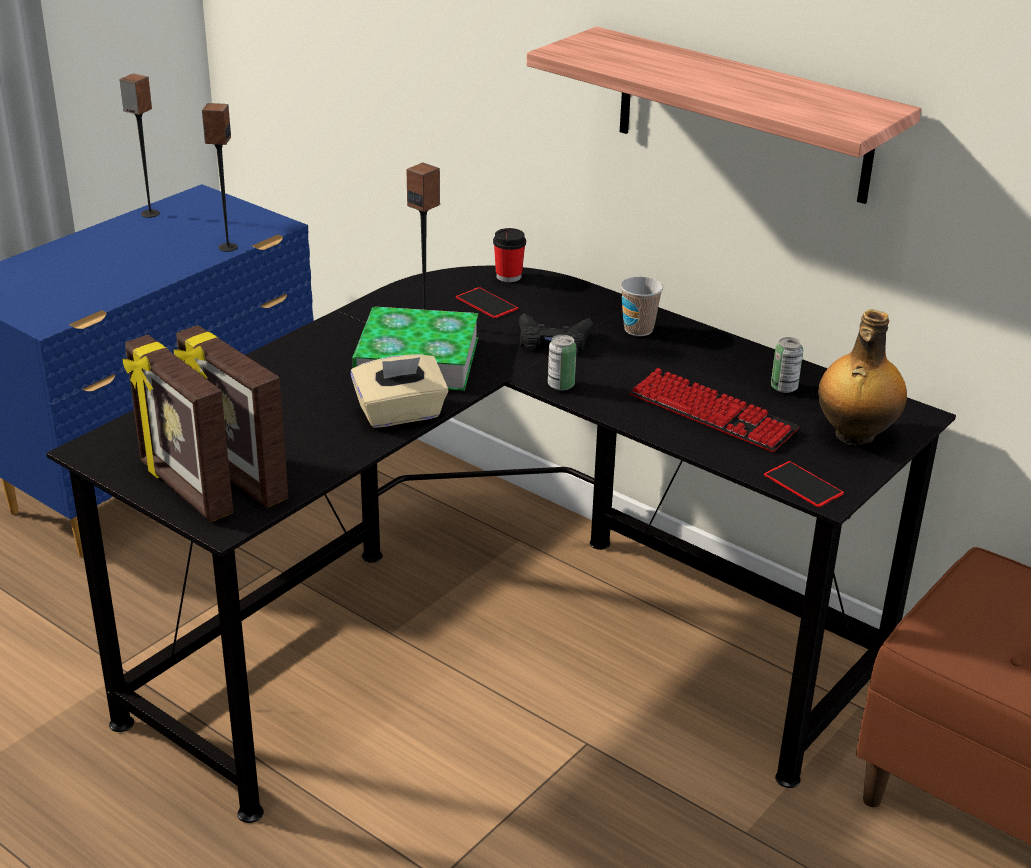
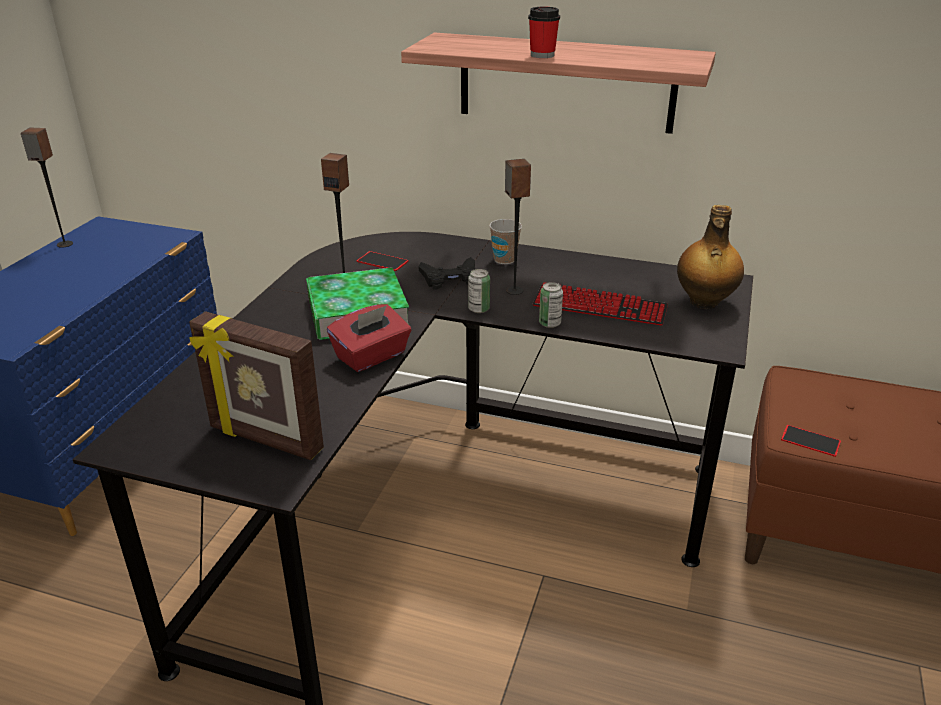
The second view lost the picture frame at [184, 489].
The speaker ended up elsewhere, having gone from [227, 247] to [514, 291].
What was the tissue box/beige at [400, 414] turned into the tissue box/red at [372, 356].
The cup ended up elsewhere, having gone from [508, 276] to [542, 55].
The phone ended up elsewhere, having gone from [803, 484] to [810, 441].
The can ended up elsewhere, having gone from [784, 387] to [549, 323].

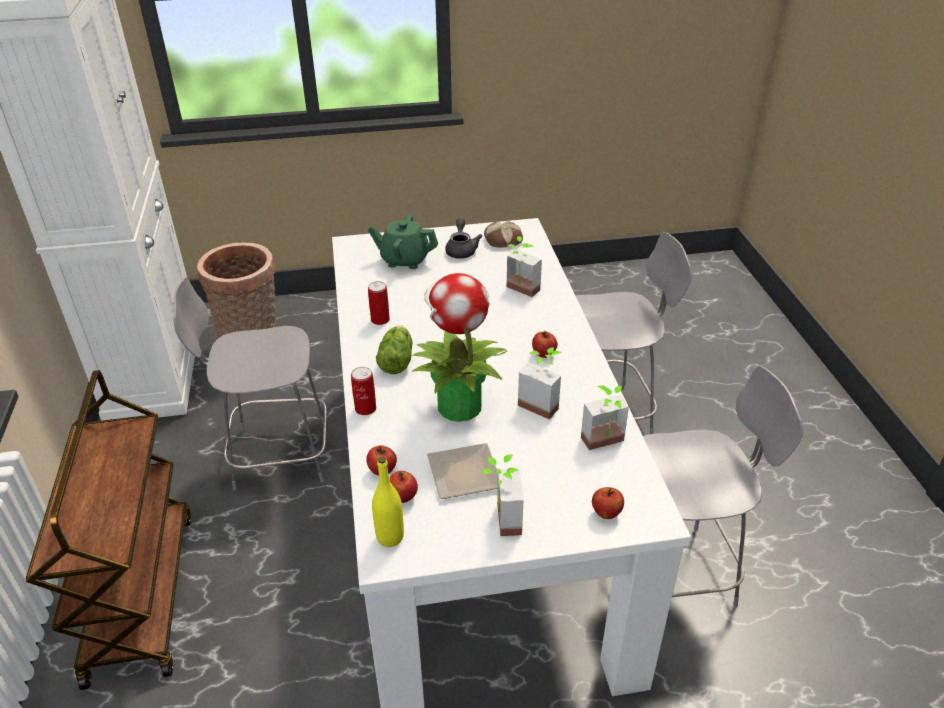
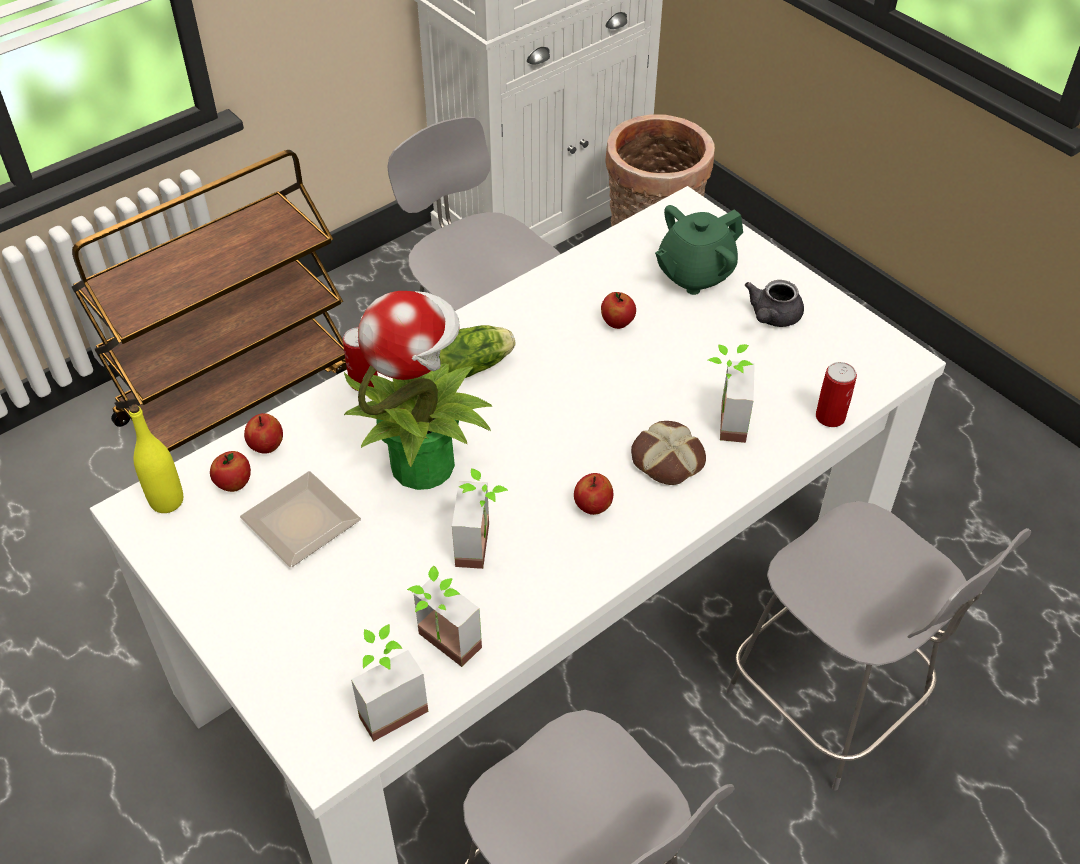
The teapot/green at [404, 260] ended up facing another way, 105 degrees counterclockwise from before.
The can ended up elsewhere, having gone from [380, 320] to [830, 417].
The teapot/grey at [461, 250] ended up facing another way, 150 degrees clockwise from before.
The potted plant ended up elsewhere, having gone from [500, 519] to [387, 704].
The bread ended up elsewhere, having gone from [503, 240] to [666, 460].
The apple ended up elsewhere, having gone from [606, 513] to [617, 323].

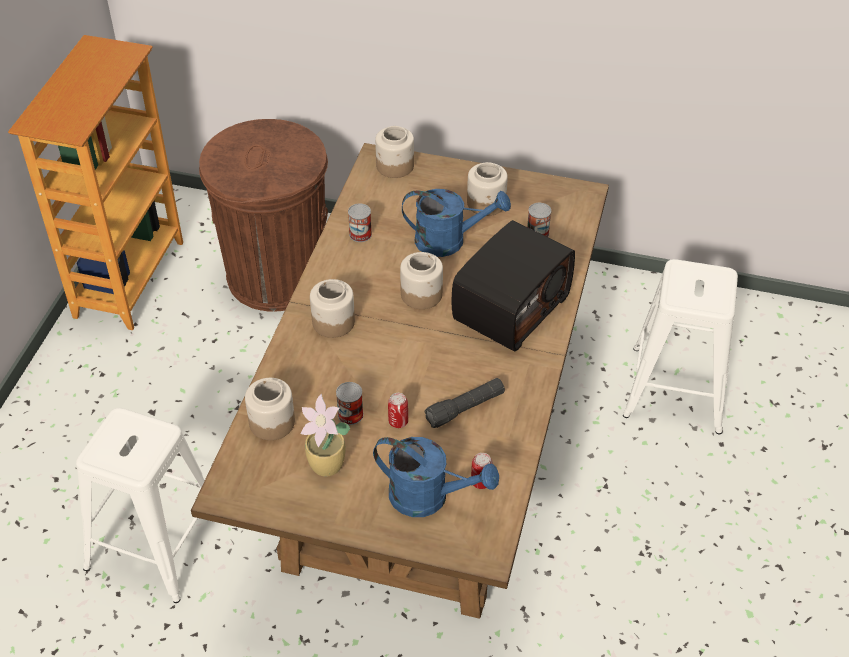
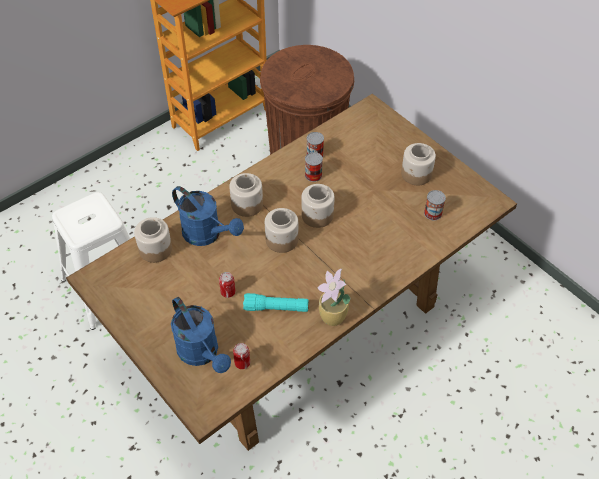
The potted plant ended up elsewhere, having gone from [327, 466] to [332, 318].
The can ended up elsewhere, having gone from [350, 414] to [313, 175].
The jar ended up elsewhere, having gone from [395, 166] to [281, 240].
The watering can/blue ended up elsewhere, having gone from [449, 241] to [207, 235].
What was the flashlight/black at [465, 409] turned into the flashlight/turquoise at [276, 308].
The second view lost the radio at [510, 307].
The second view lost the stool/white at [677, 390].

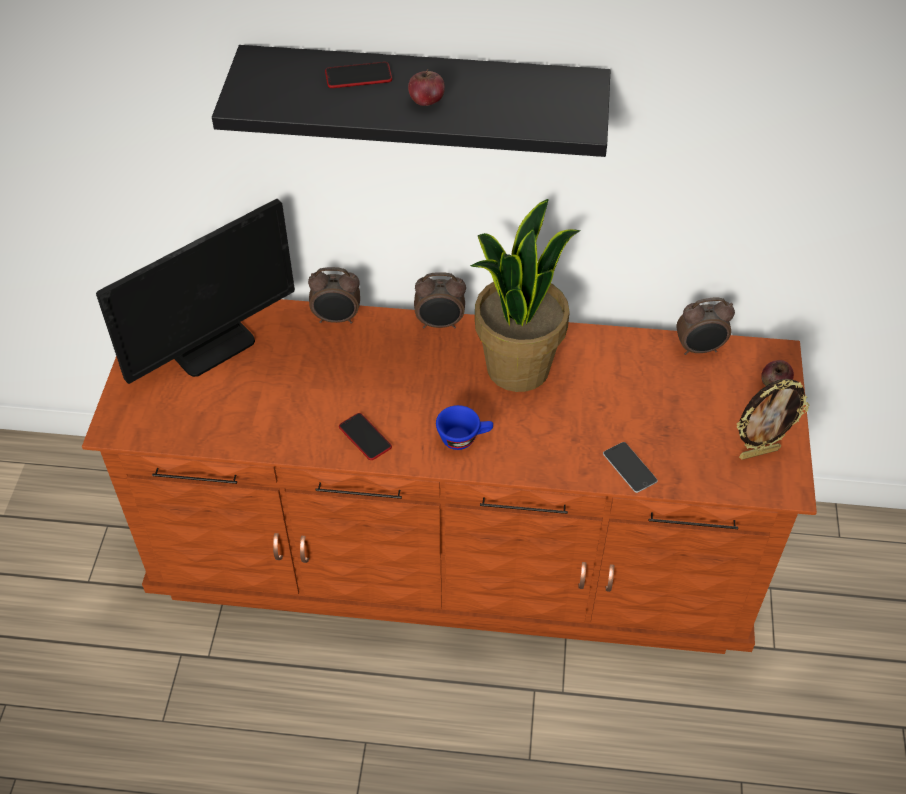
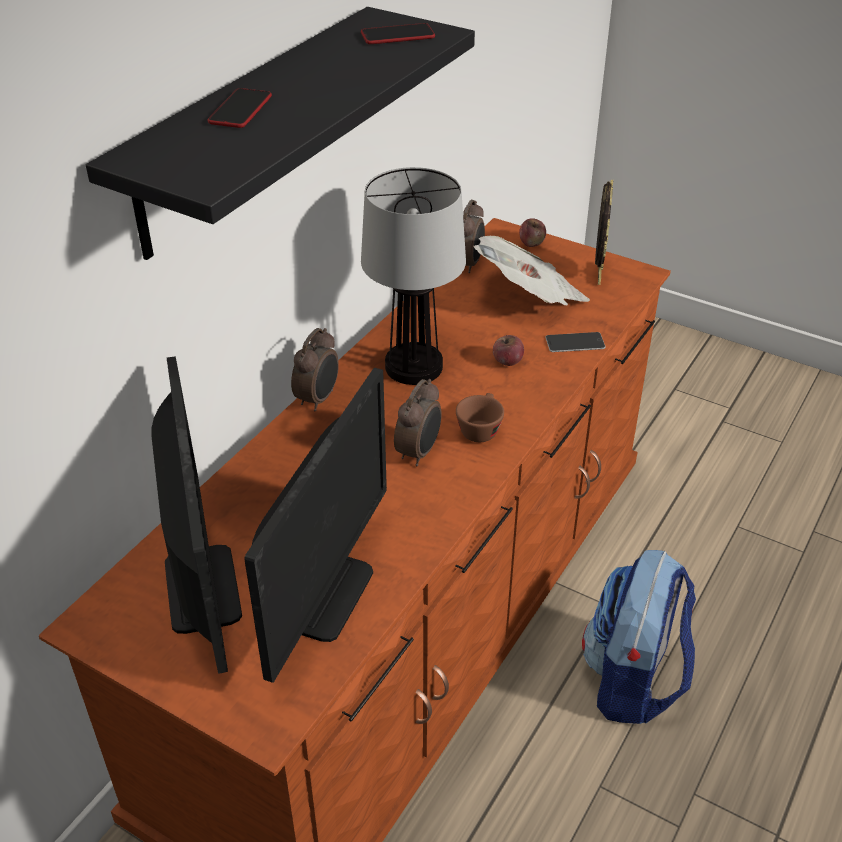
The alarm clock ended up elsewhere, having gone from [337, 319] to [419, 452].
The phone ended up elsewhere, having gone from [365, 437] to [397, 36].
The apple ended up elsewhere, having gone from [426, 101] to [507, 361].
What was the cup/blue at [464, 438] turned into the cup/brown at [480, 428].
Where the potted plant stood at [517, 367], the table lamp came to stand at [414, 367].
The second view gained the monitor at [324, 595].
The second view gained the newspaper at [530, 298].
The second view gained the backpack at [633, 681].

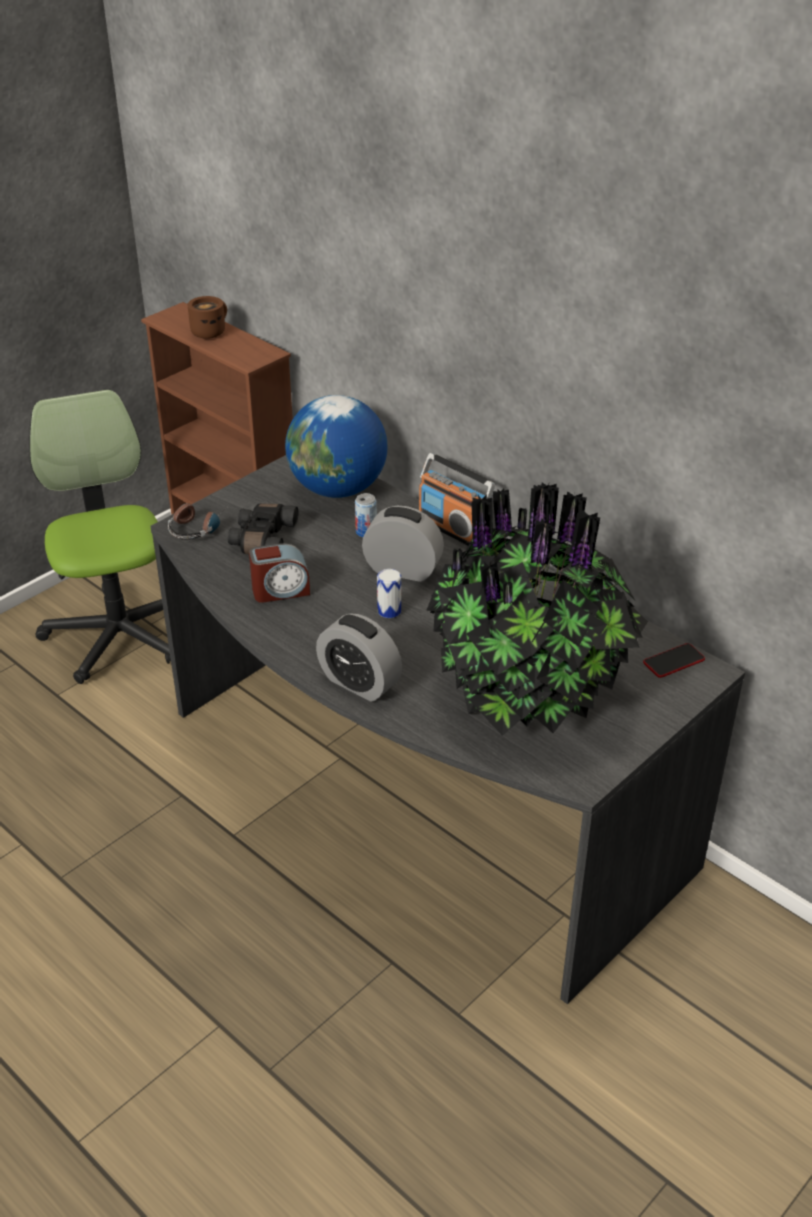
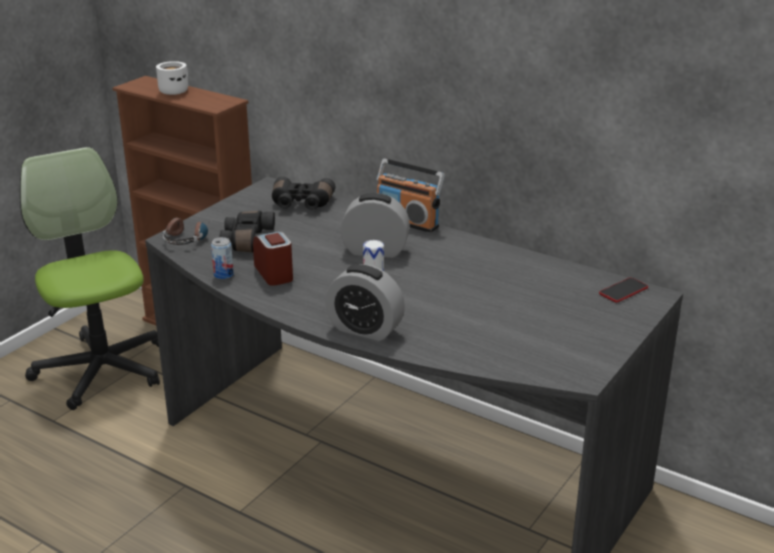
What was the mug/brown at [209, 331] turned into the mug/white at [174, 91].
The alarm clock at [280, 590] ended up facing another way, 90 degrees counterclockwise from before.
Where the globe stood at [337, 489], the binoculars/black came to stand at [301, 204].
The can ended up elsewhere, having gone from [366, 532] to [223, 274].
The second view lost the potted plant at [529, 690].

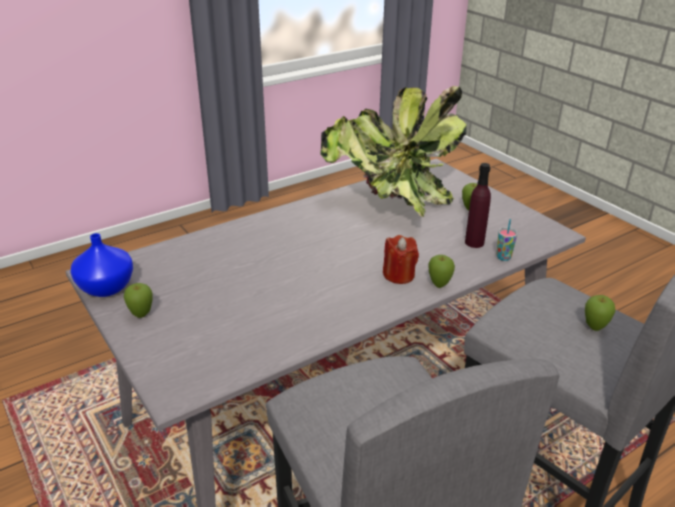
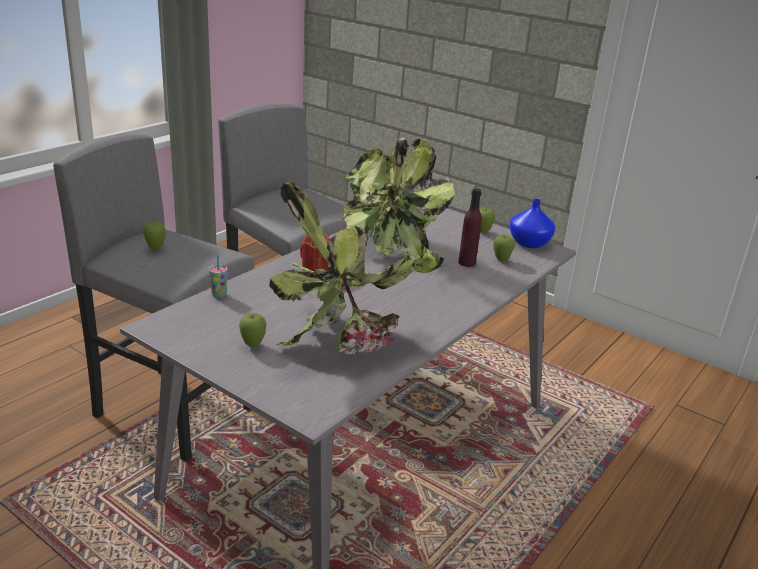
The apple ended up elsewhere, having gone from [439, 285] to [501, 260].
The bottle/purple ended up elsewhere, having gone from [474, 242] to [467, 263].
The second view gained the potted plant at [384, 244].

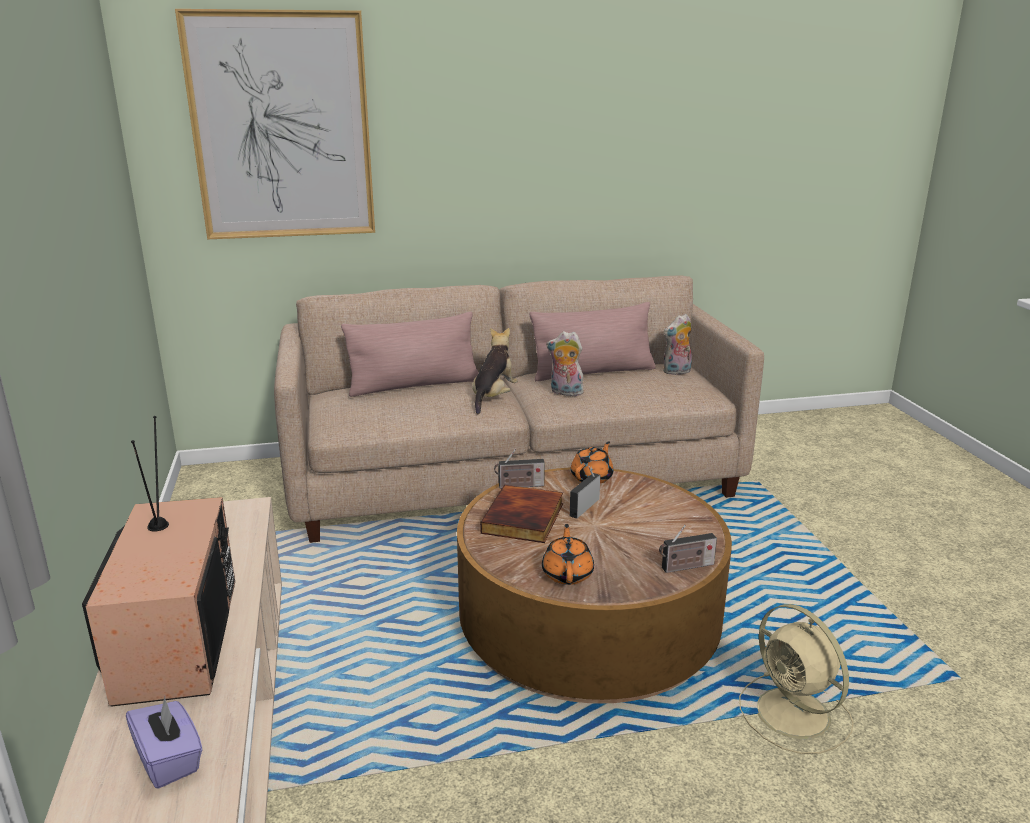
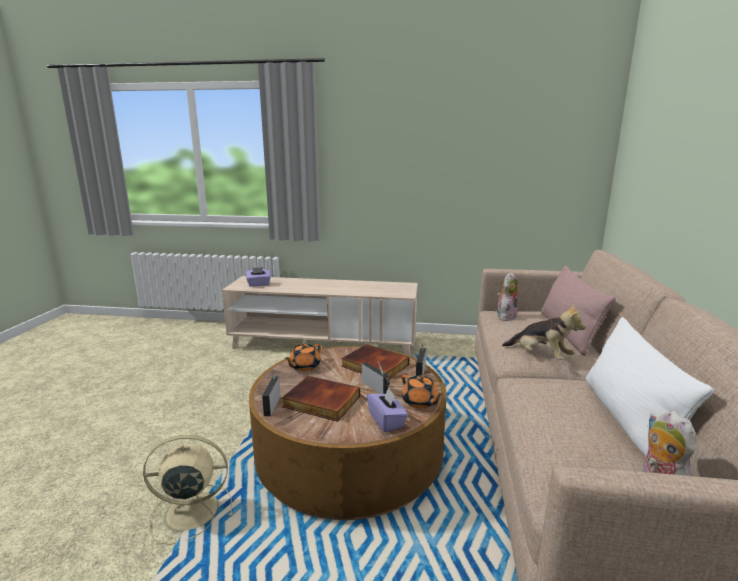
The second view lost the television at [175, 637].
The second view lost the picture at [282, 127].
What was the pillow/pink at [593, 372] turned into the pillow/white at [627, 419].
The teapot/orange at [567, 573] ended up facing another way, 105 degrees clockwise from before.
The plush toy ended up elsewhere, having gone from [565, 393] to [505, 316].
The second view gained the book at [320, 402].
The second view gained the tissue box/purple at [386, 421].

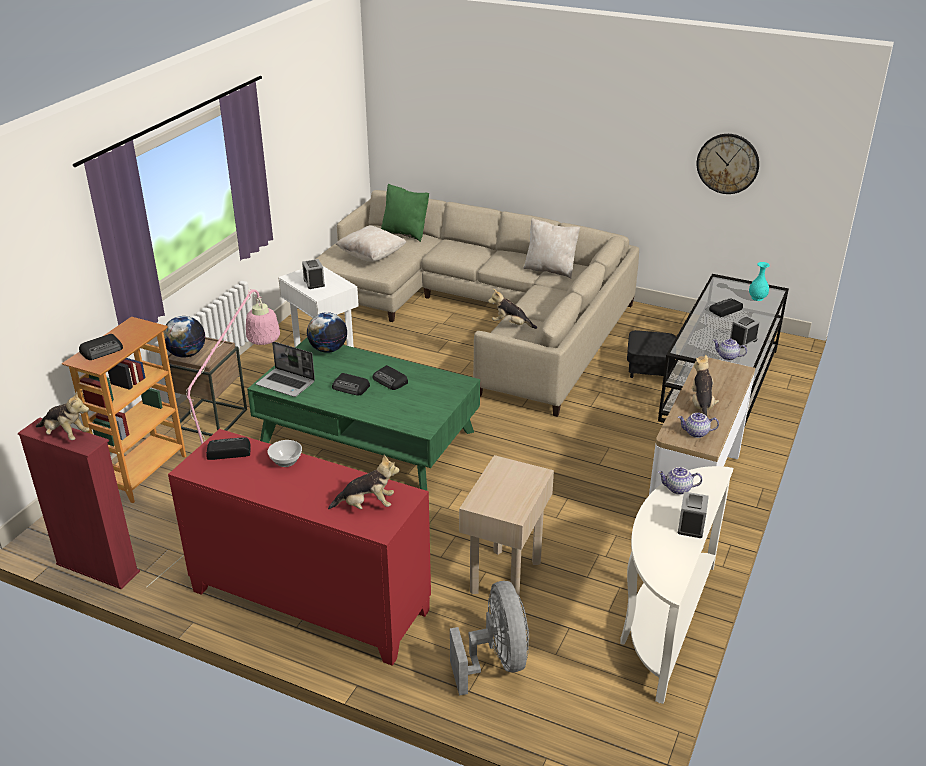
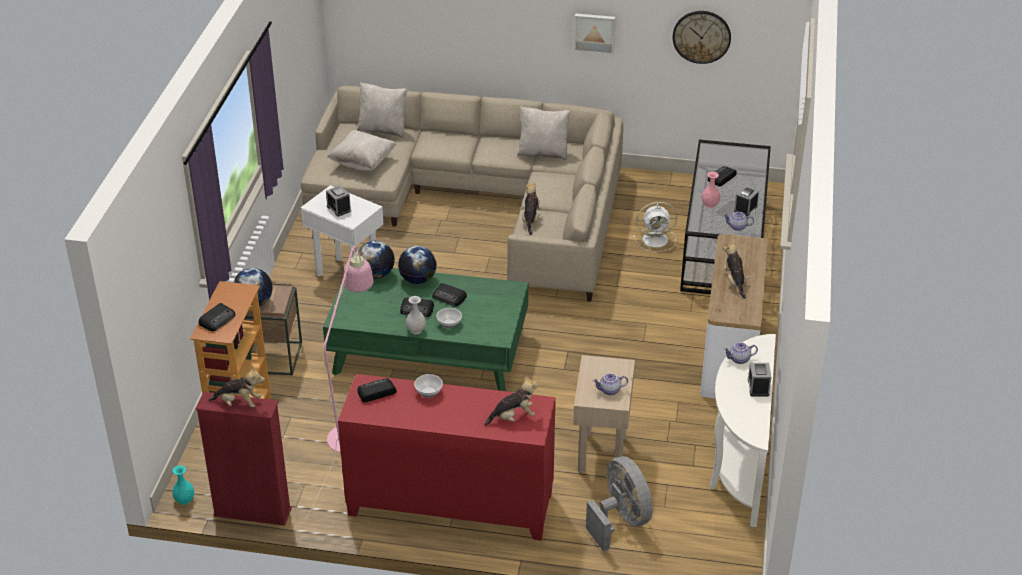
The second view lost the laptop at [286, 383].
What was the pillow/green at [405, 233] turned into the pillow/beige at [383, 129].
The plush toy at [511, 324] ended up facing another way, 90 degrees clockwise from before.
Where the ottoman/black stood at [649, 369], the fan/white came to stand at [656, 240].
The teapot ended up elsewhere, having gone from [696, 433] to [609, 391].
The vase/turquoise ended up elsewhere, having gone from [757, 298] to [184, 500].
The second view gained the globe at [418, 279].
The second view gained the vase/white at [416, 330].
The second view gained the bowl at [449, 324].
The second view gained the picture at [594, 32].
The second view gained the vase/pink at [710, 204].

